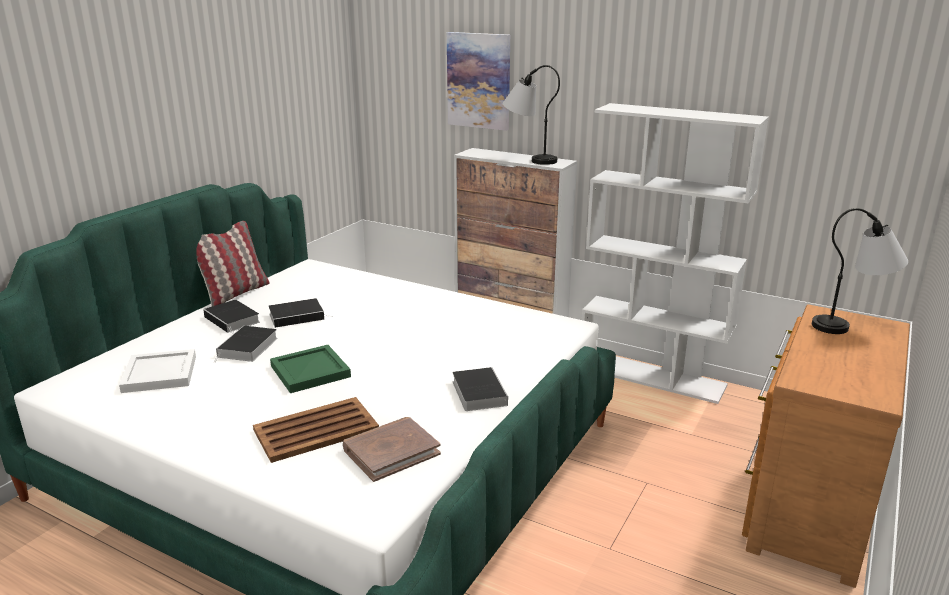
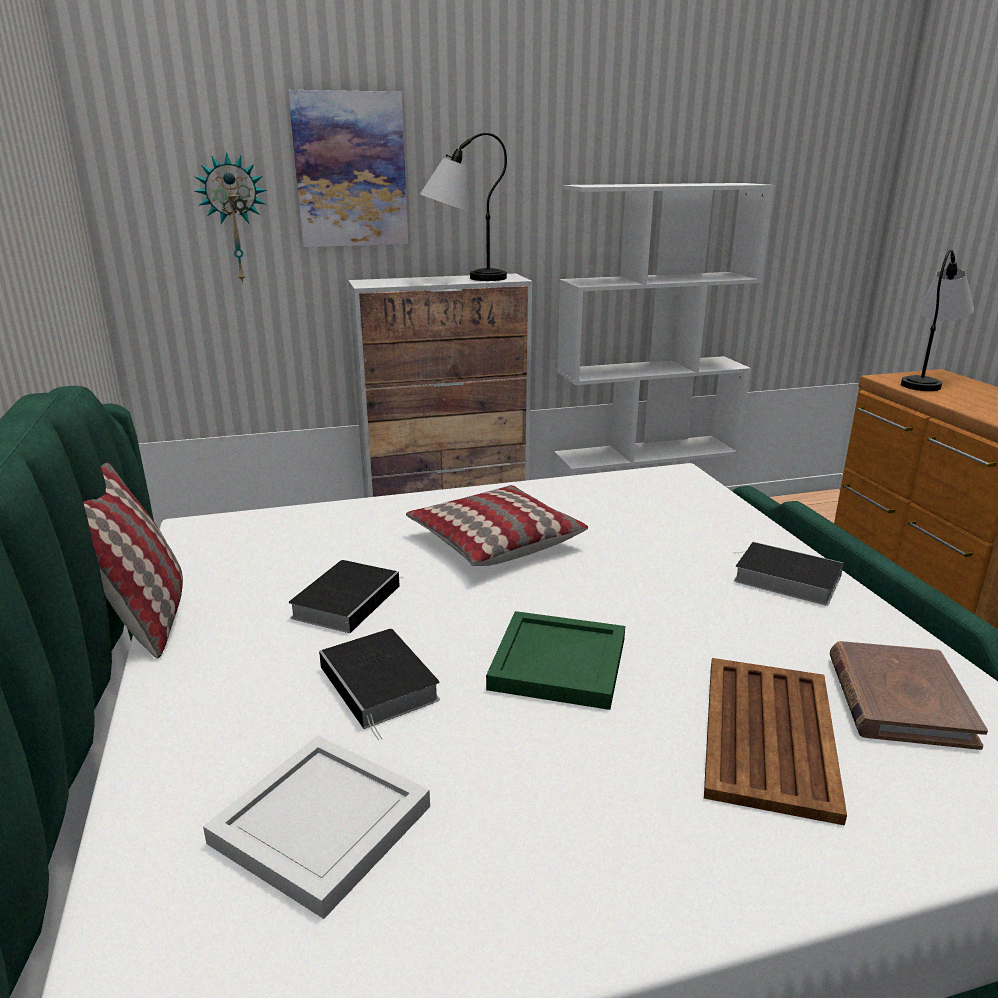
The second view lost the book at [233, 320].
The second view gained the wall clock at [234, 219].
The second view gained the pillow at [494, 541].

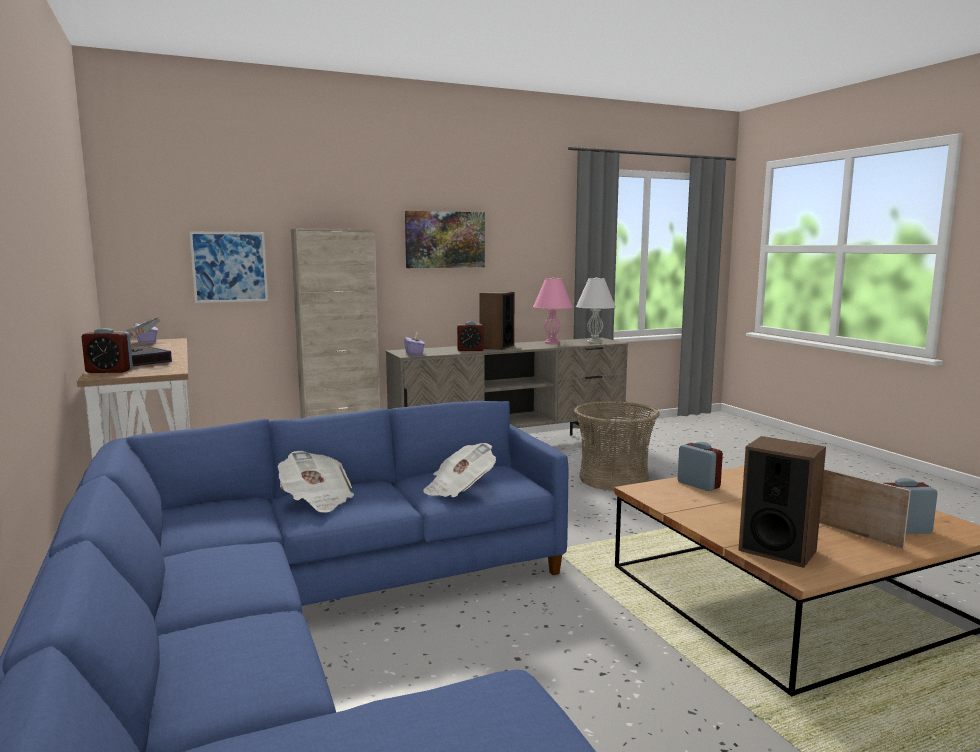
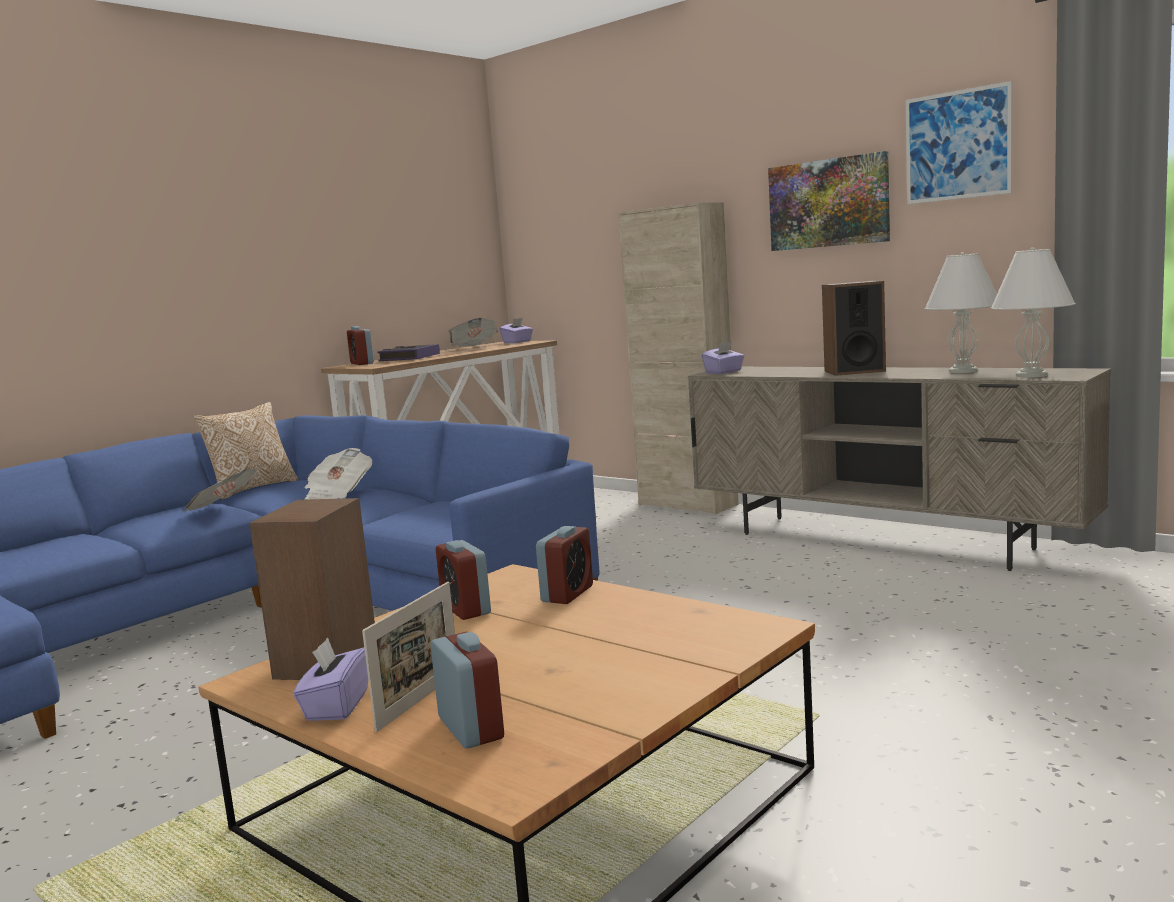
The picture ended up elsewhere, having gone from [229, 267] to [957, 145].
The newspaper ended up elsewhere, having gone from [459, 489] to [222, 510].
The alarm clock ended up elsewhere, having gone from [470, 350] to [466, 609].
What was the table lamp/pink at [552, 343] turned into the table lamp/white at [963, 371].
The second view lost the basket at [614, 479].
The second view gained the pillow at [252, 489].
The second view gained the tissue box/purple at [336, 706].

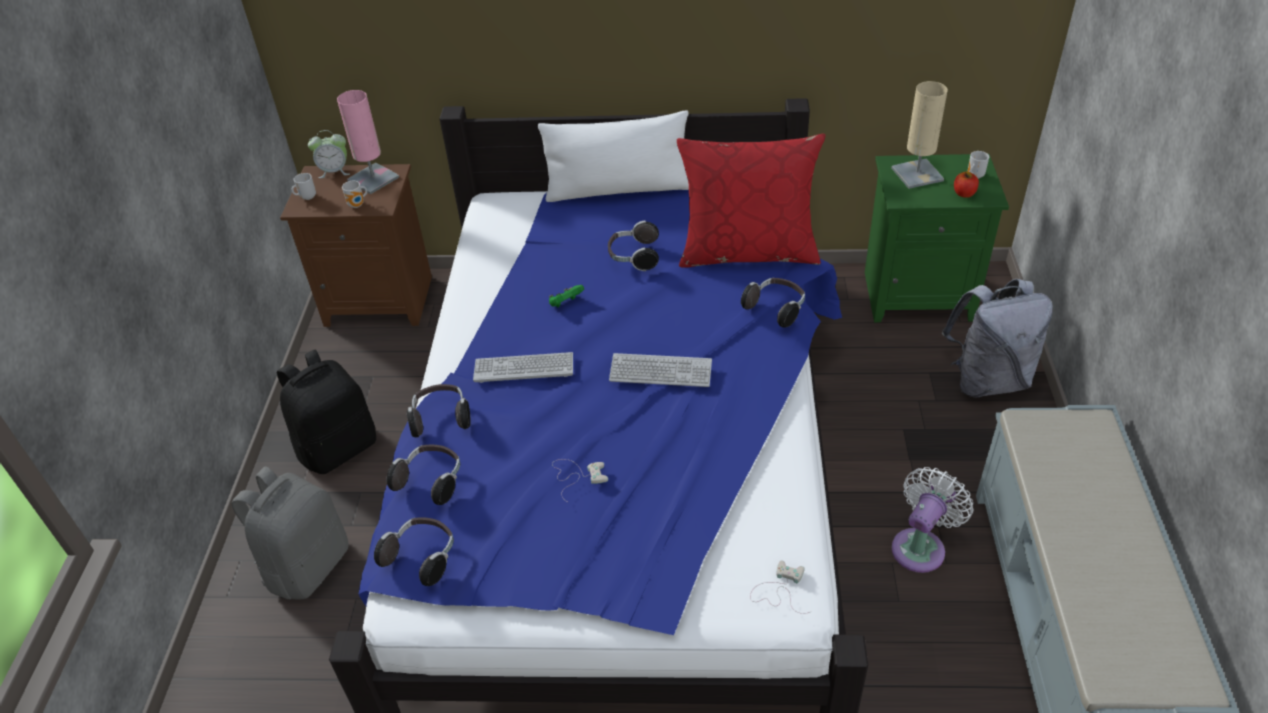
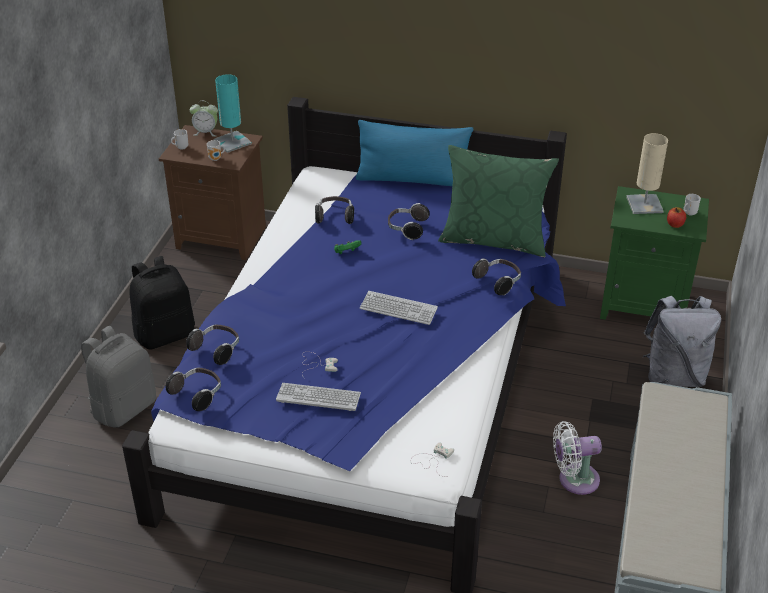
What was the table lamp/pink at [373, 179] turned into the table lamp/turquoise at [232, 142].
The headphones ended up elsewhere, having gone from [441, 418] to [335, 217].
The keyboard ended up elsewhere, having gone from [524, 368] to [318, 397].
What was the pillow/white at [618, 190] turned into the pillow/blue at [413, 180].
What was the pillow/red at [748, 252] turned into the pillow/green at [494, 239].
The fan/white at [921, 546] ended up facing another way, 150 degrees counterclockwise from before.

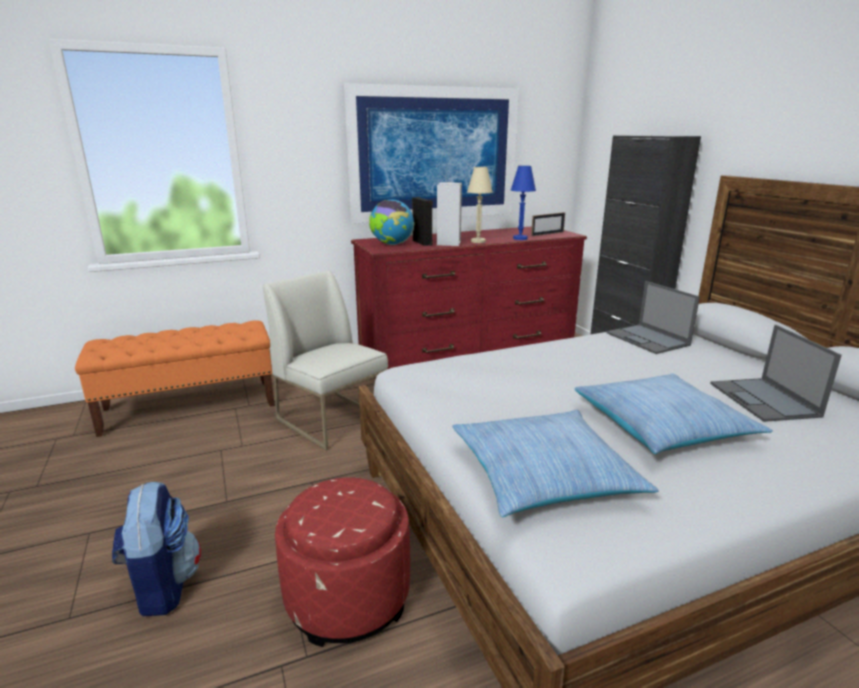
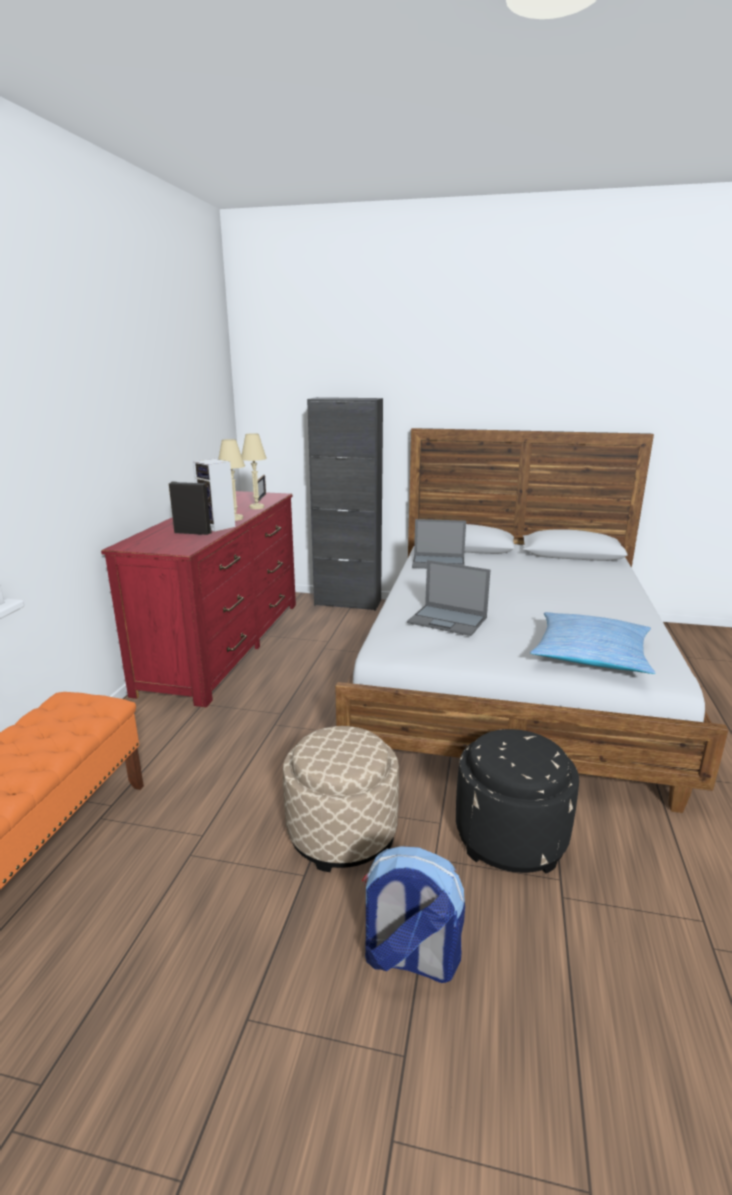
The second view lost the chair/white at [333, 420].
What was the ottoman/red at [348, 597] turned into the ottoman/black at [510, 836].
The second view lost the picture at [433, 154].
The second view lost the globe at [392, 244].
What was the table lamp/blue at [520, 238] turned into the table lamp/beige at [256, 507].
The second view lost the pillow at [663, 425].
The laptop ended up elsewhere, having gone from [764, 400] to [448, 620].
The second view gained the ottoman/beige at [342, 832].

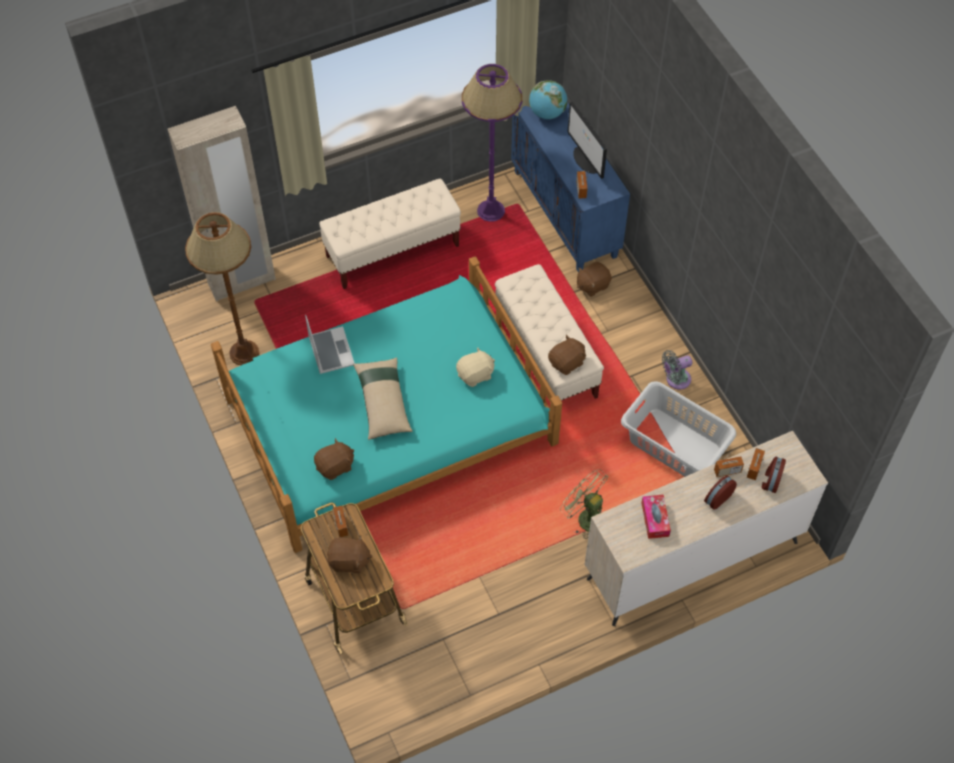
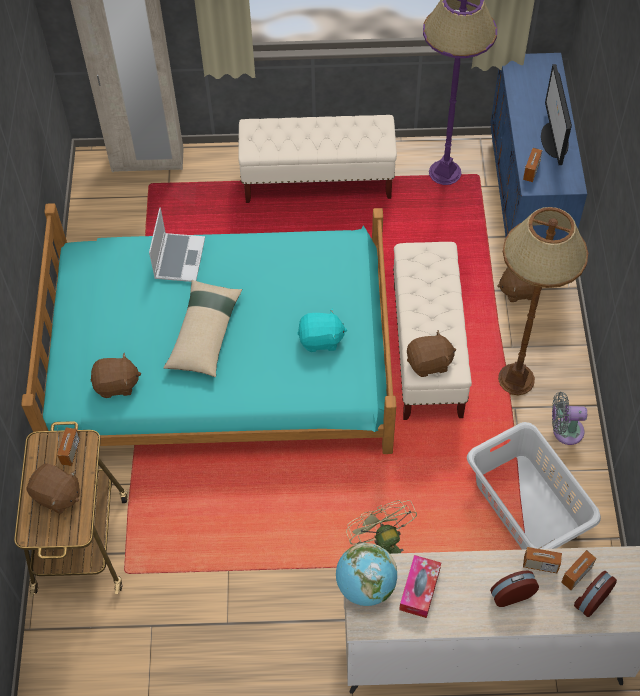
The floor lamp/brown ended up elsewhere, having gone from [244, 353] to [515, 379].
What was the plush toy/beige at [475, 375] turned into the plush toy/turquoise at [321, 340].
The globe ended up elsewhere, having gone from [547, 113] to [365, 586].

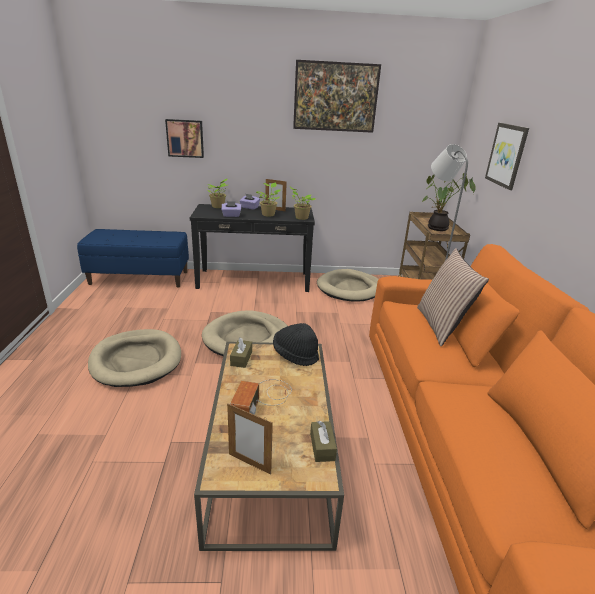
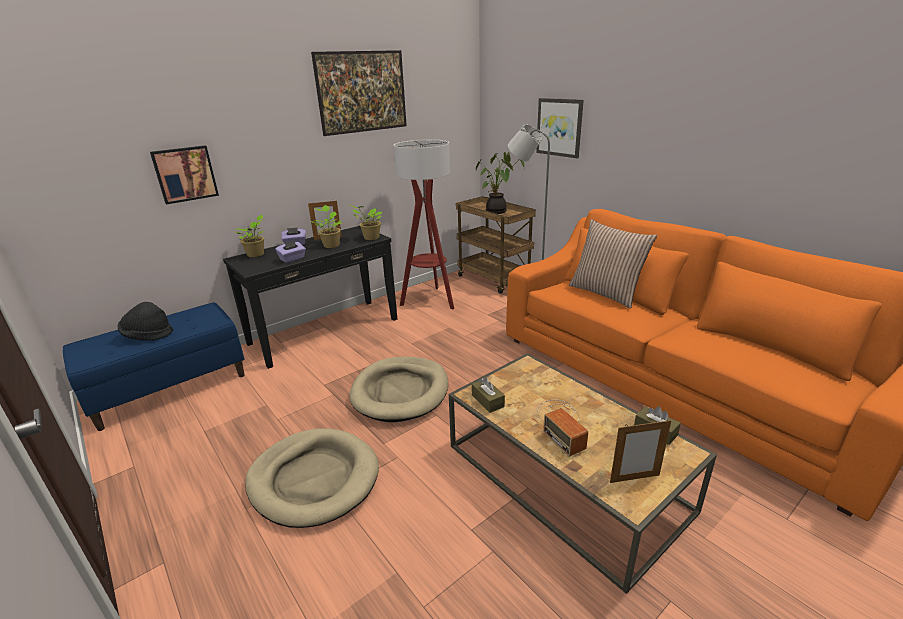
The hat/black ended up elsewhere, having gone from [295, 355] to [148, 335].
Where the dog bed/beige stood at [350, 288], the floor lamp came to stand at [430, 300].

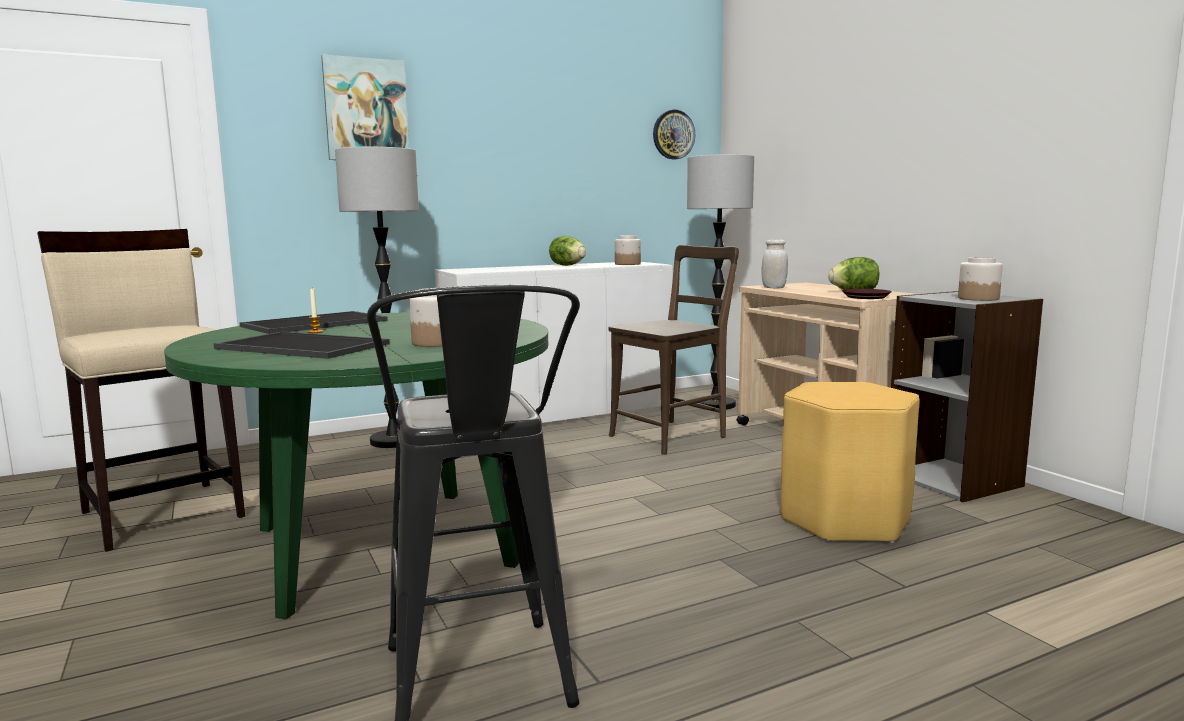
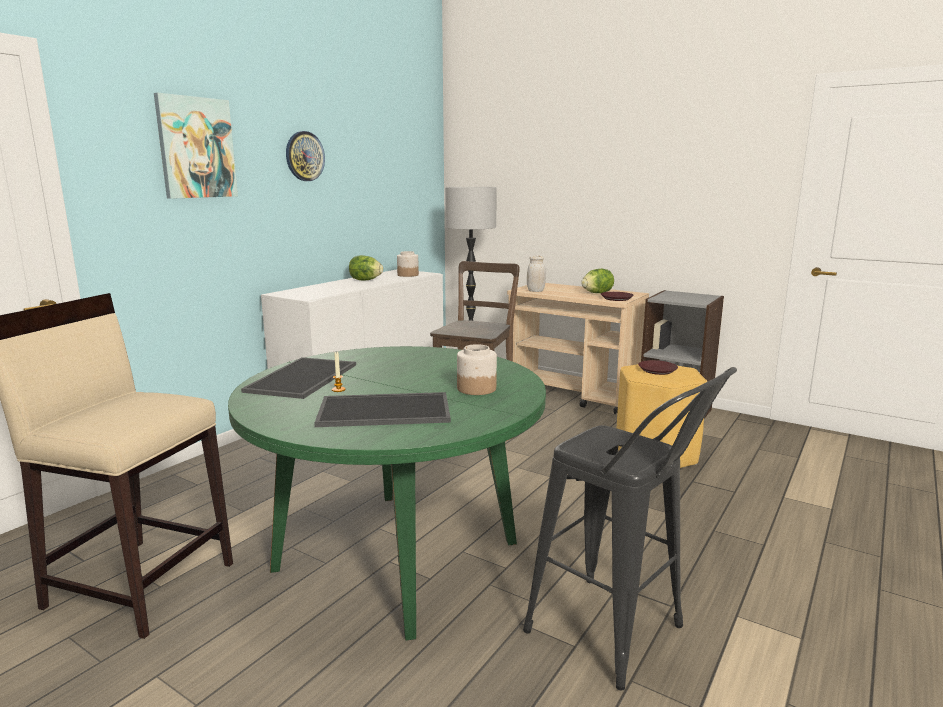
The second view lost the floor lamp at [393, 441].
The wall clock ended up elsewhere, having gone from [673, 134] to [304, 156].
The second view lost the jar at [978, 298].
The second view gained the plate/brown at [657, 370].

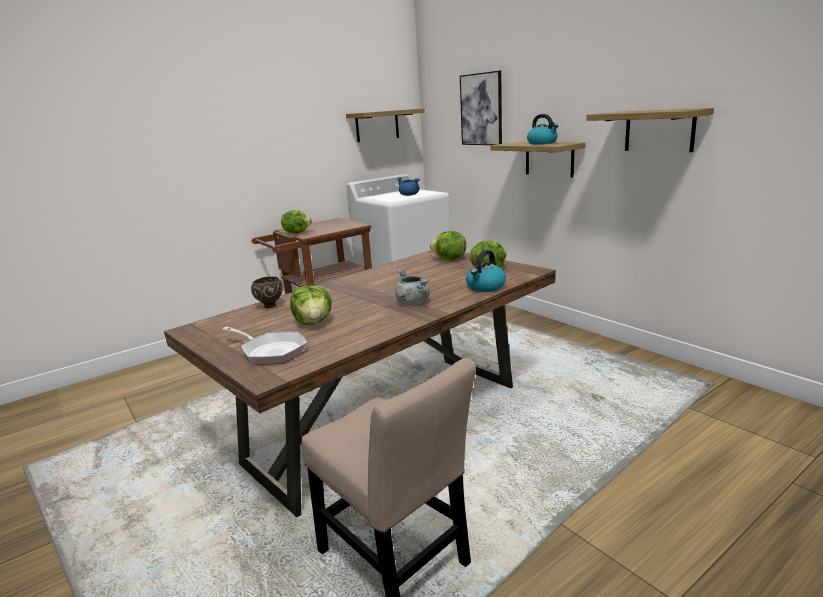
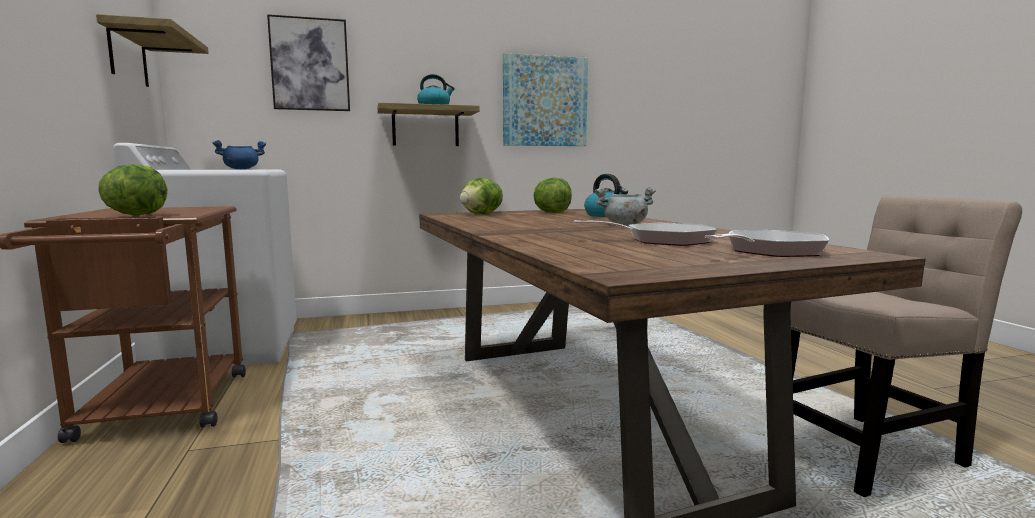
The second view lost the bowl/brown at [269, 306].
Where the lettuce stood at [313, 322], the frying pan came to stand at [661, 240].
Where the shelf hung at [659, 130], the picture came to hang at [544, 101].

